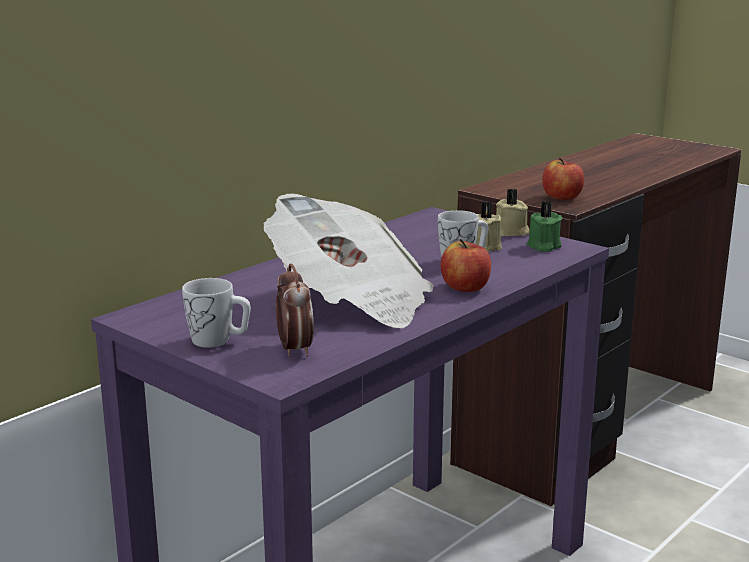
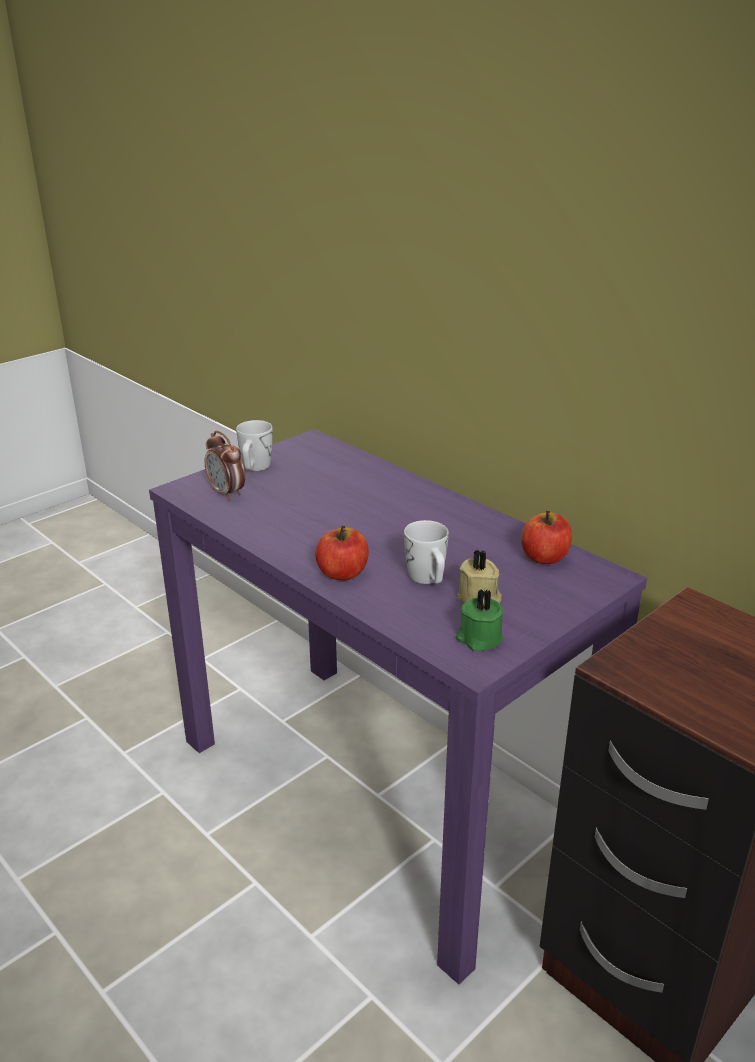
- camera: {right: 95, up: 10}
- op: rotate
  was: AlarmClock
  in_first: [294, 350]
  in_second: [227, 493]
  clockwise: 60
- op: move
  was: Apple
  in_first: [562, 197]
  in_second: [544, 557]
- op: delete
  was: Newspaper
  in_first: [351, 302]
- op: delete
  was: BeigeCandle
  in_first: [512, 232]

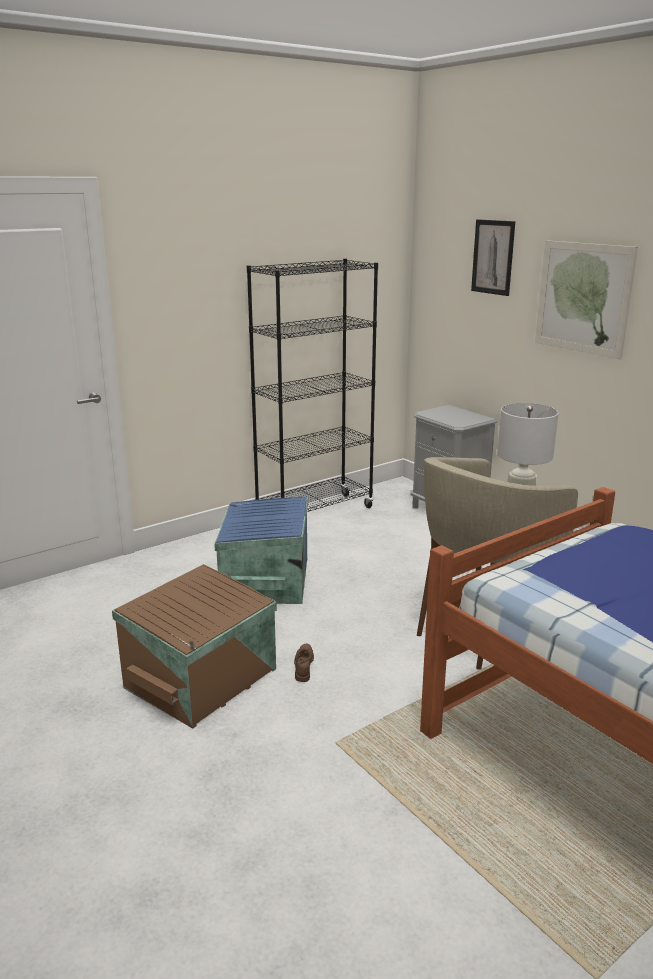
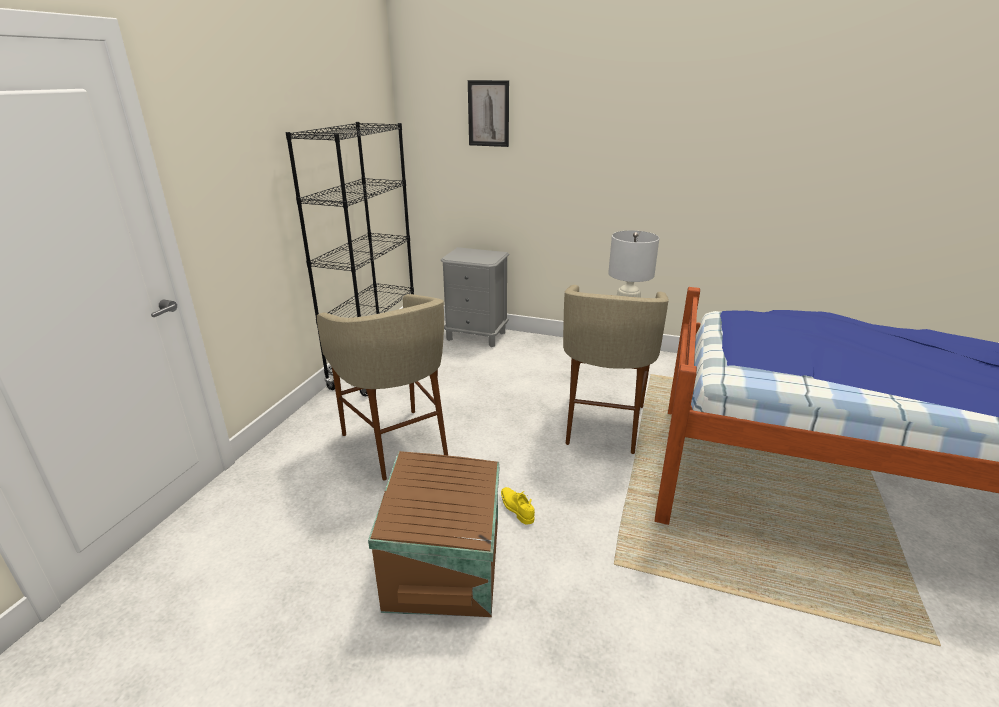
- camera: {right: -35, up: 5}
- op: replace
  was: BlueStorageBox
  now: BeigeStool
  in_first: [264, 580]
  in_second: [397, 444]
- op: recolor
  was: BrownShoe
  now: YellowShoe
  in_first: [304, 666]
  in_second: [516, 509]
- op: delete
  was: Picture
  in_first: [583, 298]

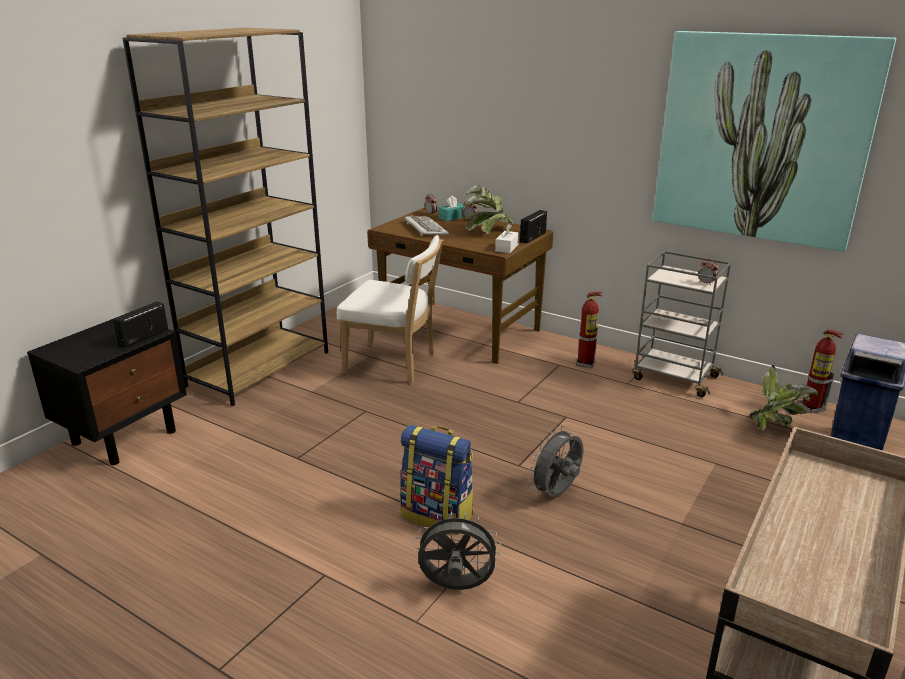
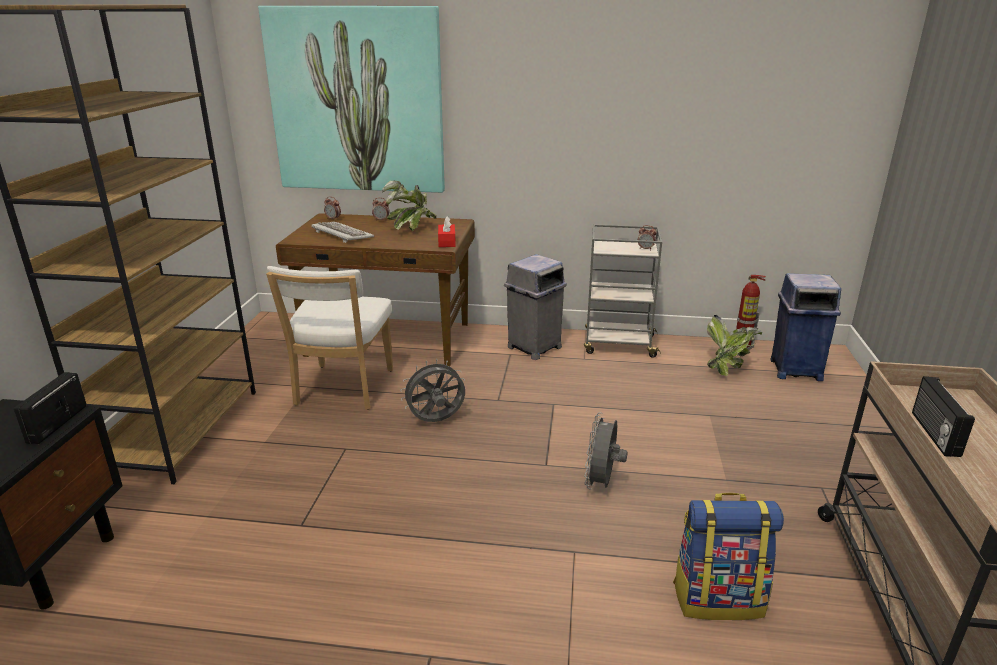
- camera: {right: -25, up: 0}
- op: move
  was: Picture
  in_first: [762, 138]
  in_second: [357, 101]
- op: rotate
  was: WhiteChair
  in_first: [394, 364]
  in_second: [342, 390]
  clockwise: 105
- op: move
  was: GreyFan
  in_first: [456, 587]
  in_second: [436, 421]
- op: recolor
  was: WhiteTissueBox
  now: RedTissueBox
  in_first: [507, 248]
  in_second: [447, 242]
- op: replace
  was: FireExtinguisher
  now: GreyTrashCan
  in_first: [586, 363]
  in_second: [533, 348]
- op: move
  was: Backpack
  in_first: [438, 515]
  in_second: [718, 598]
- op: move
  was: Radio
  in_first: [532, 237]
  in_second: [933, 433]
- op: delete
  was: TurquoiseTissueBox
  in_first: [452, 217]

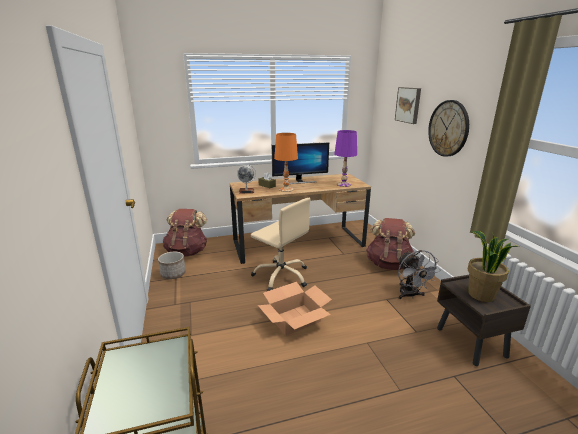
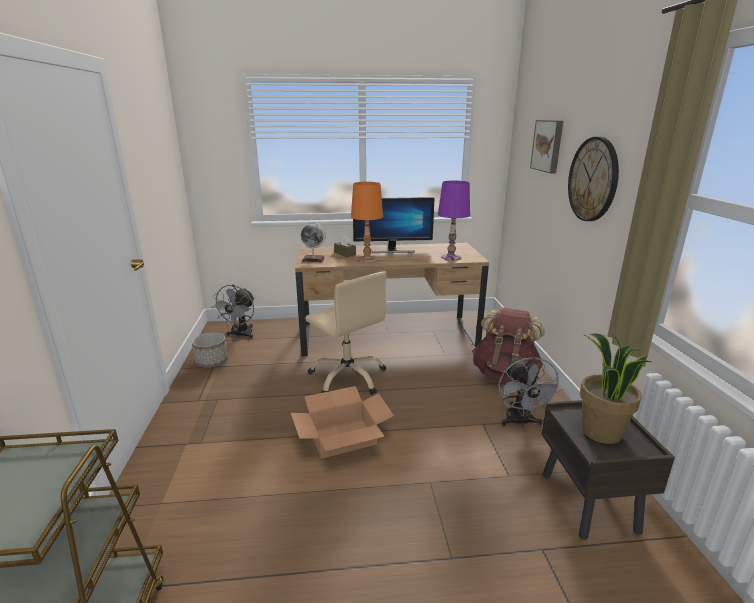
- camera: {right: 10, up: 0}
- op: replace
  was: BrownBackpack
  now: GreyFan
  in_first: [187, 252]
  in_second: [240, 335]

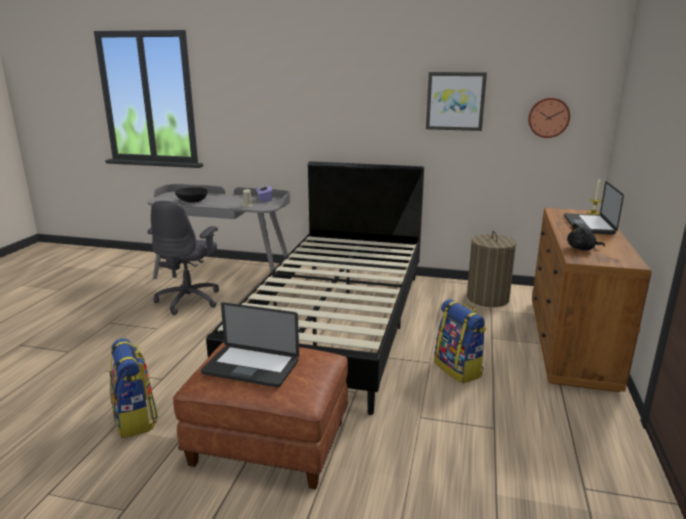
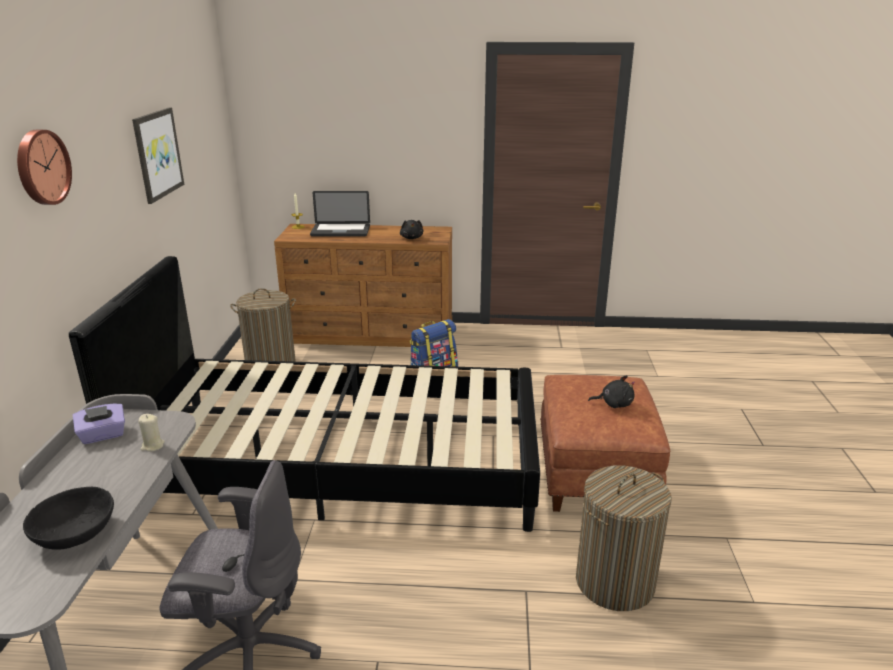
- camera: {right: -100, up: 5}
- op: move
  was: WallClock
  in_first: [548, 117]
  in_second: [41, 167]
- op: replace
  was: Backpack
  now: LaundryBasket
  in_first: [136, 419]
  in_second: [615, 582]
- op: replace
  was: Laptop
  now: BlackPlushToy
  in_first: [251, 367]
  in_second: [614, 404]

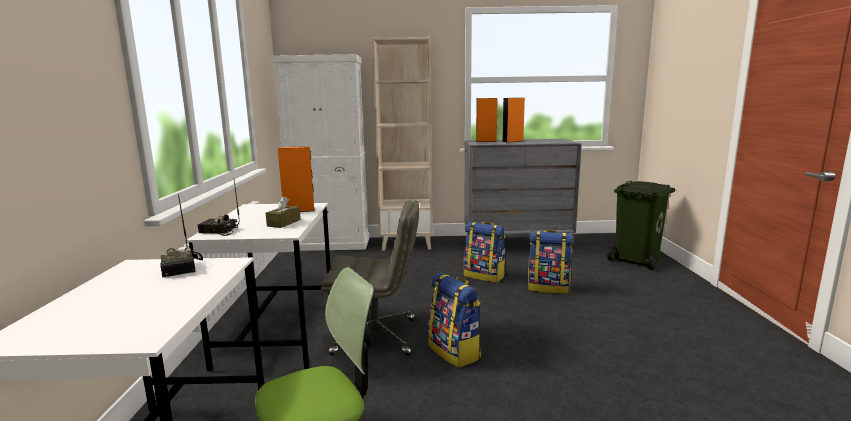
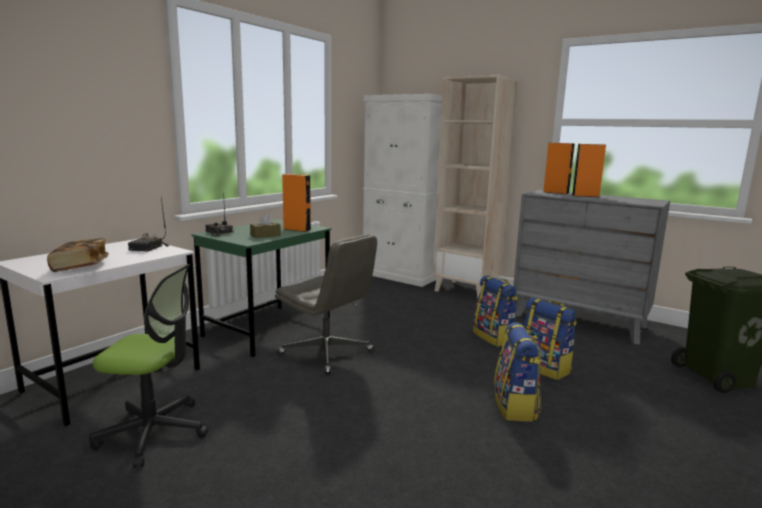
- camera: {right: 35, up: 0}
- op: insert
  now: Book
  in_second: [80, 267]
- op: recolor
  was: WhiteDesk
  now: GreenDesk
  in_first: [277, 335]
  in_second: [267, 329]
- op: move
  was: Backpack
  in_first: [455, 352]
  in_second: [516, 407]

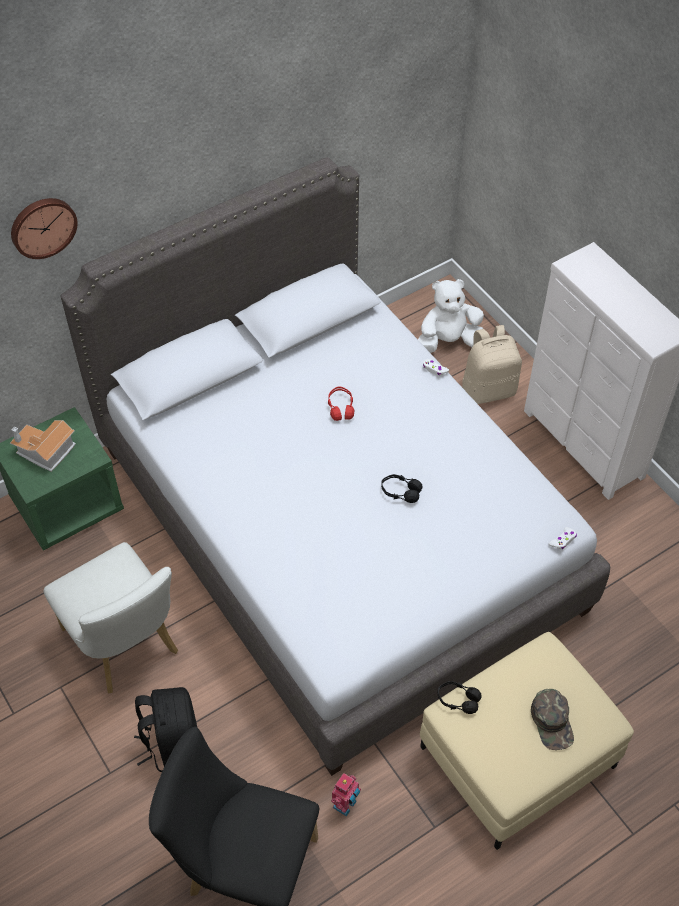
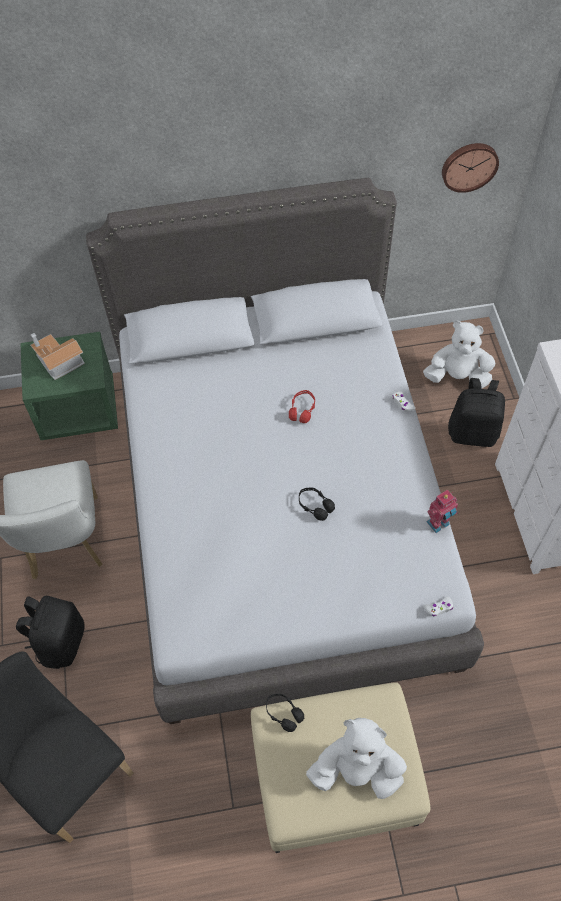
- camera: {right: 25, up: 5}
- op: replace
  was: GreenCap
  now: WhitePlushToy
  in_first: [552, 722]
  in_second: [357, 770]
- op: move
  was: ToyRobot
  in_first: [346, 805]
  in_second: [439, 524]
- op: move
  was: WallClock
  in_first: [42, 226]
  in_second: [469, 166]
- op: recolor
  was: BeigeBackpack
  now: BlackBackpack
  in_first: [489, 388]
  in_second: [473, 432]

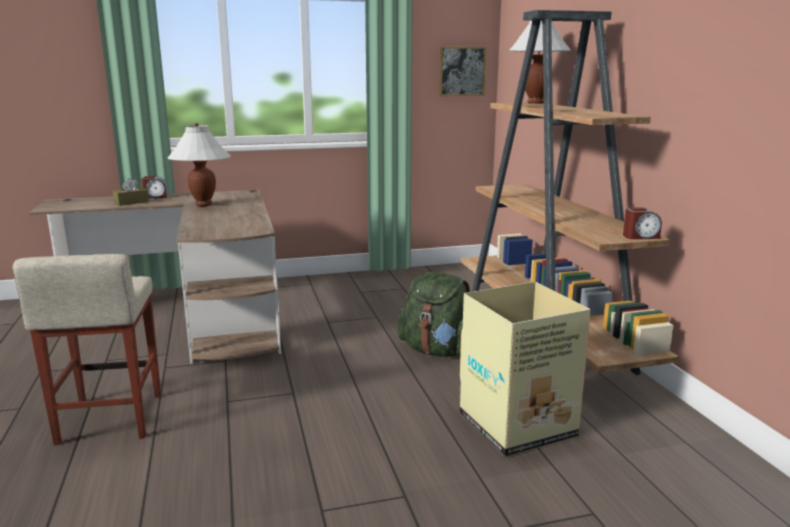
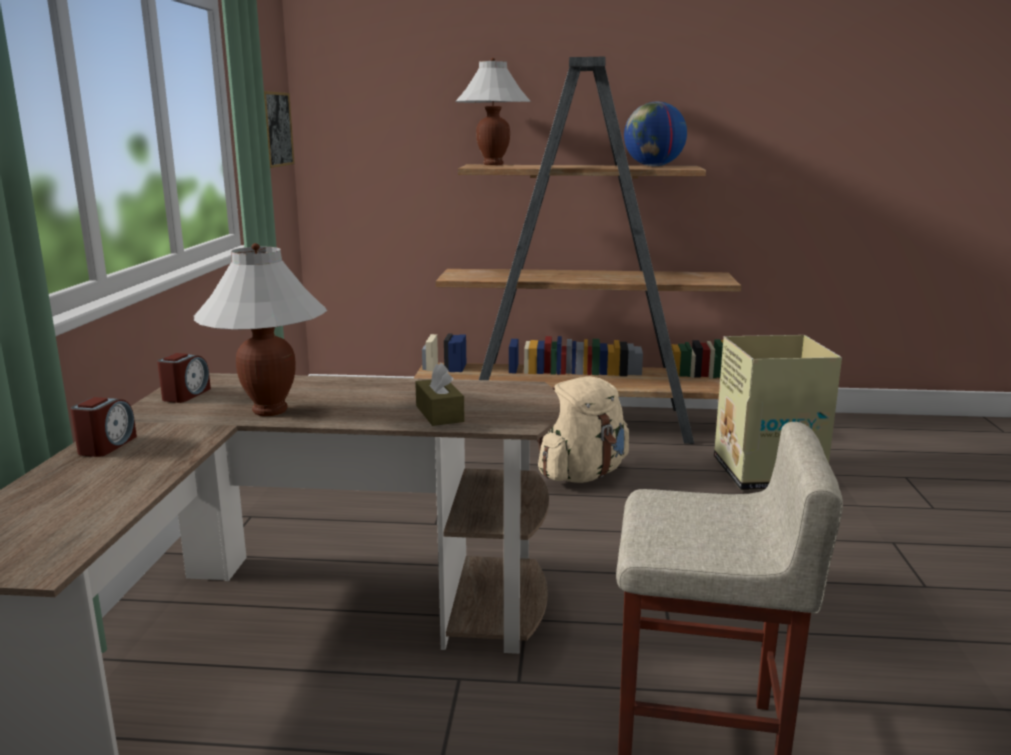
- camera: {right: -70, up: 0}
- op: move
  was: AlarmClock
  in_first: [640, 236]
  in_second: [186, 395]
- op: move
  was: BrownTissueBox
  in_first: [131, 202]
  in_second: [439, 414]
- op: recolor
  was: GreenBackpack
  now: BeigeBackpack
  in_first: [437, 351]
  in_second: [582, 475]
- op: insert
  now: Globe
  in_second: [653, 166]

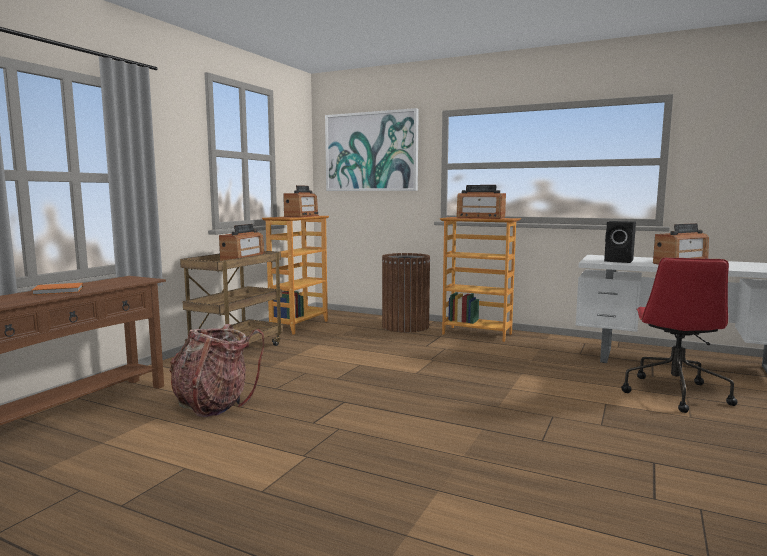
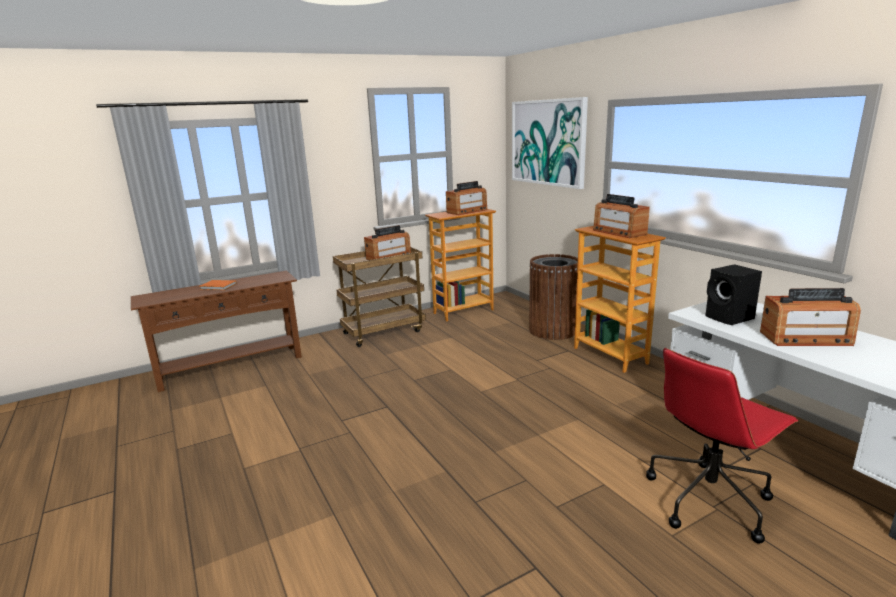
- camera: {right: 35, up: 10}
- op: delete
  was: Backpack
  in_first: [214, 404]

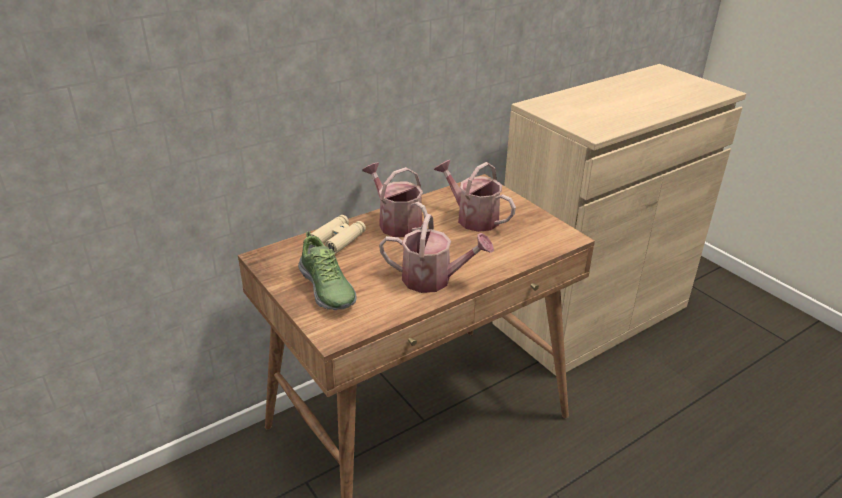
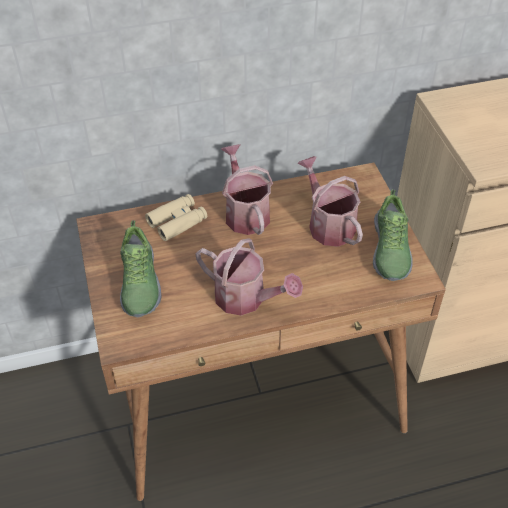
- camera: {right: 20, up: 15}
- op: insert
  now: Shoe
  in_second: [389, 250]

